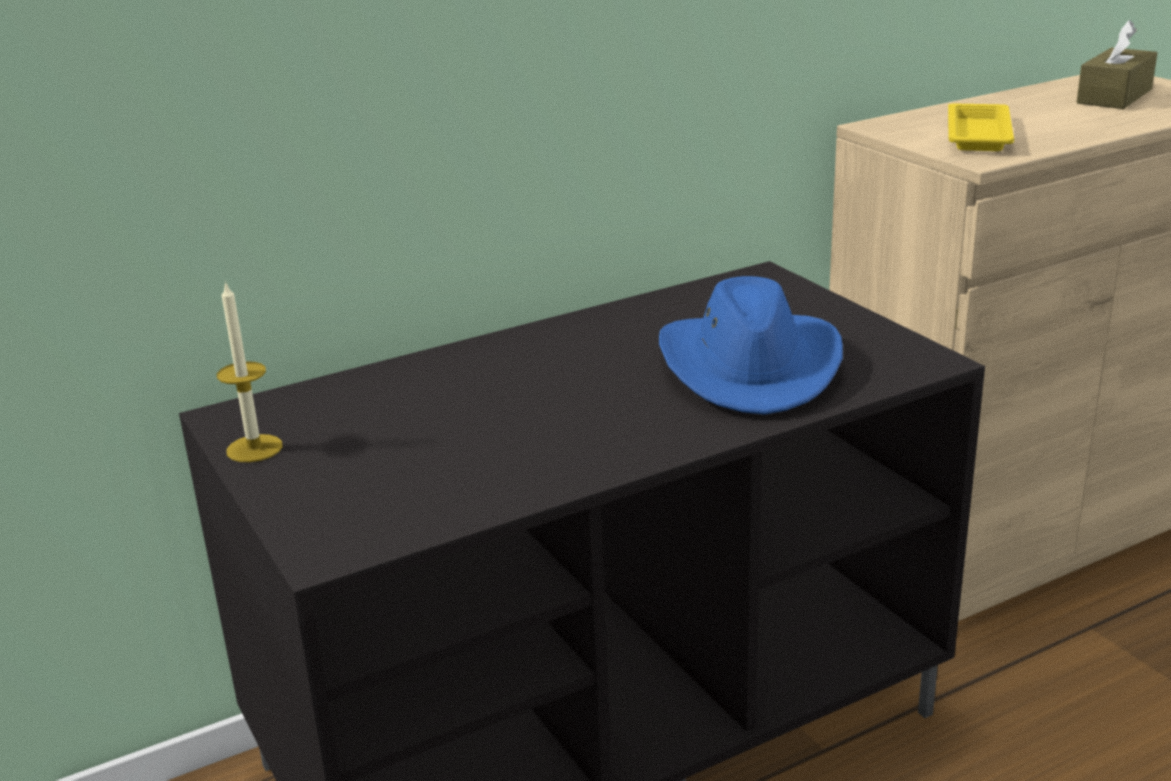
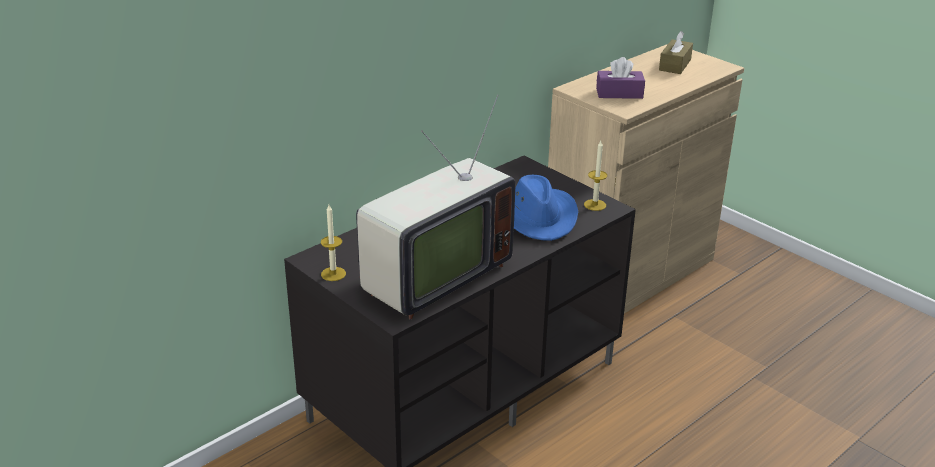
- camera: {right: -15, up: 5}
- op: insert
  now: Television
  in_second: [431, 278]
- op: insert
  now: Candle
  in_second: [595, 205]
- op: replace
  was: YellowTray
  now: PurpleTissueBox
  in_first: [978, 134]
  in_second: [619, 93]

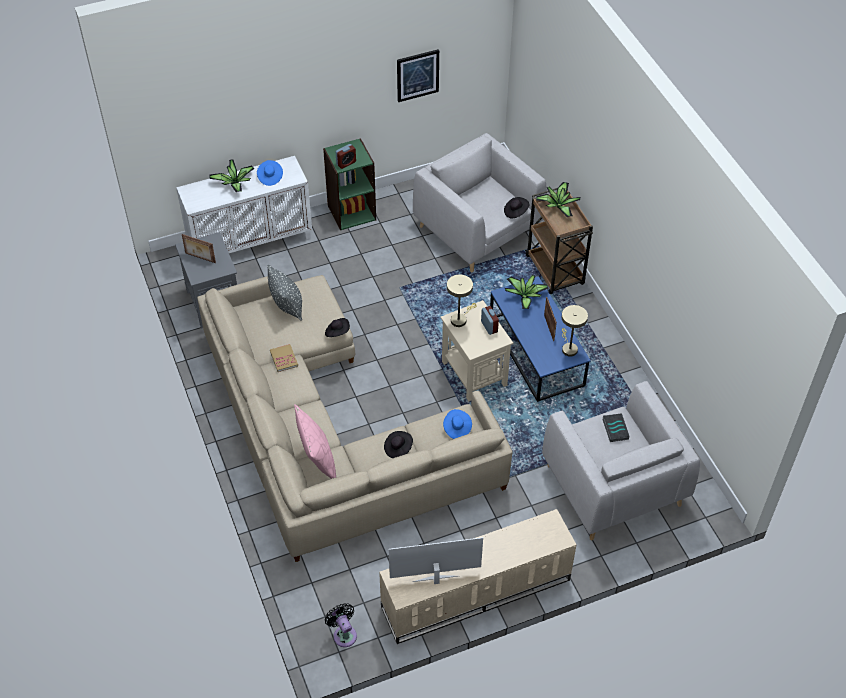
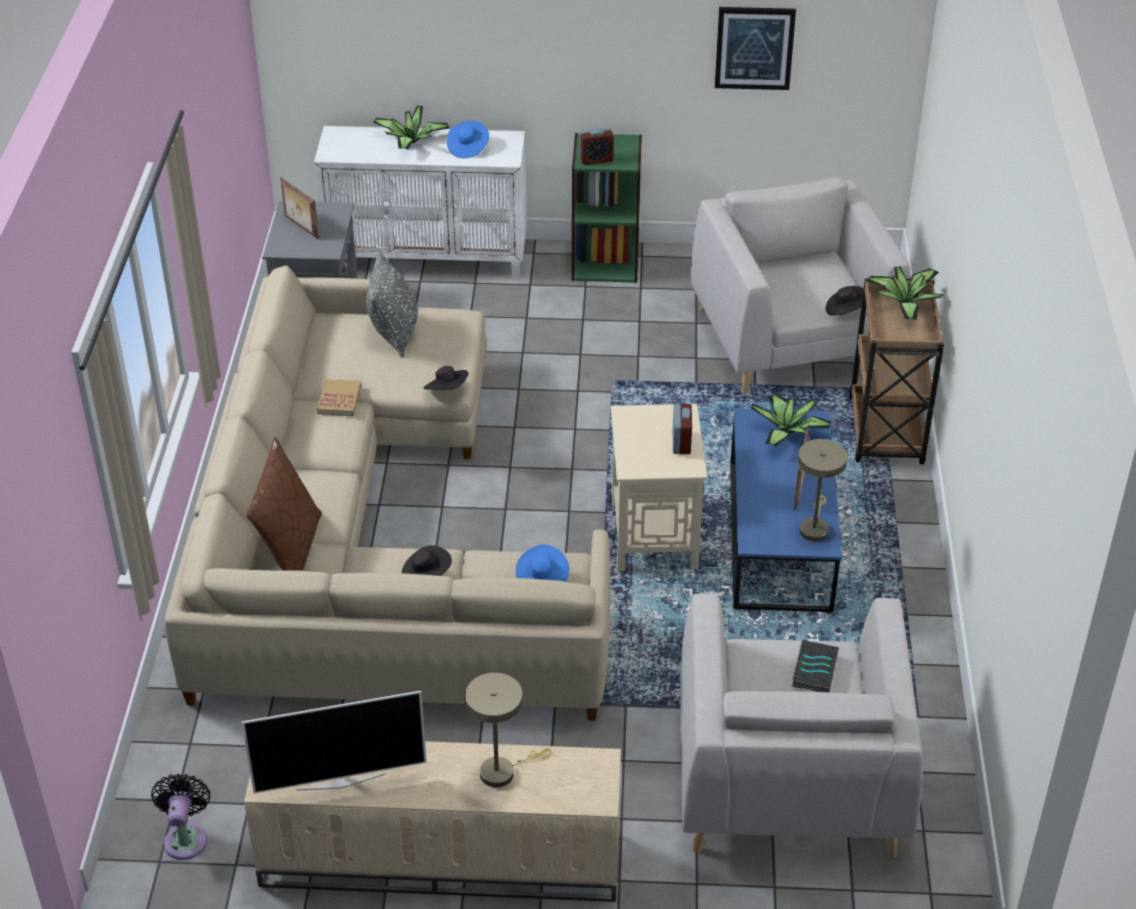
- camera: {right: 25, up: -10}
- op: rotate
  was: Television
  in_first: [436, 579]
  in_second: [340, 781]
  clockwise: 150
- op: recolor
  was: PinkPillow
  now: BrownPillow
  in_first: [317, 459]
  in_second: [290, 550]
- op: move
  was: BeigeTableLamp
  in_first: [460, 319]
  in_second: [502, 771]

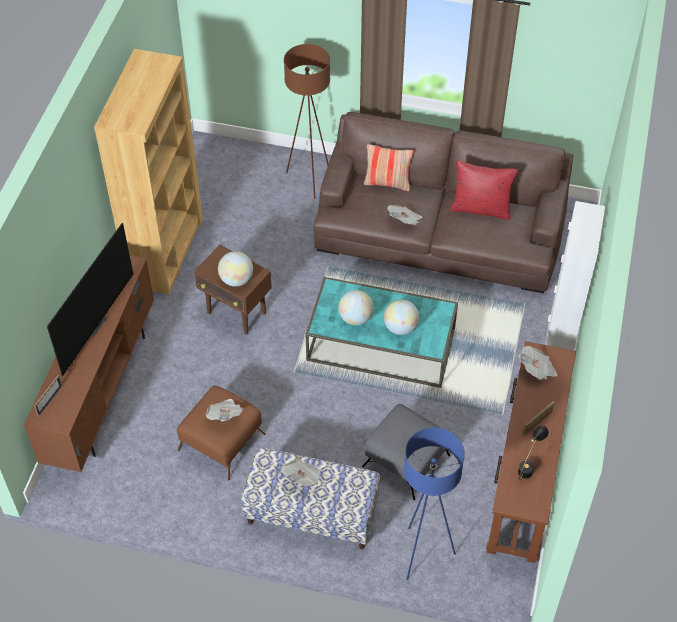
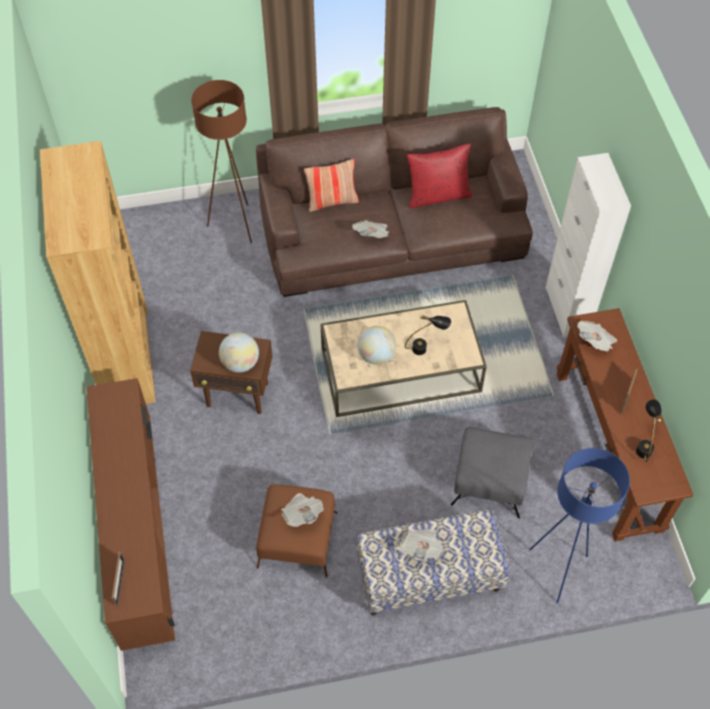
- camera: {right: -25, up: 5}
- op: recolor
  was: TurquoiseCoffeeTable
  now: BeigeCoffeeTable
  in_first: [381, 344]
  in_second: [400, 370]
- op: replace
  was: Globe
  now: BlackTableLamp
  in_first: [400, 327]
  in_second: [426, 348]
- op: delete
  was: Television
  in_first: [93, 324]

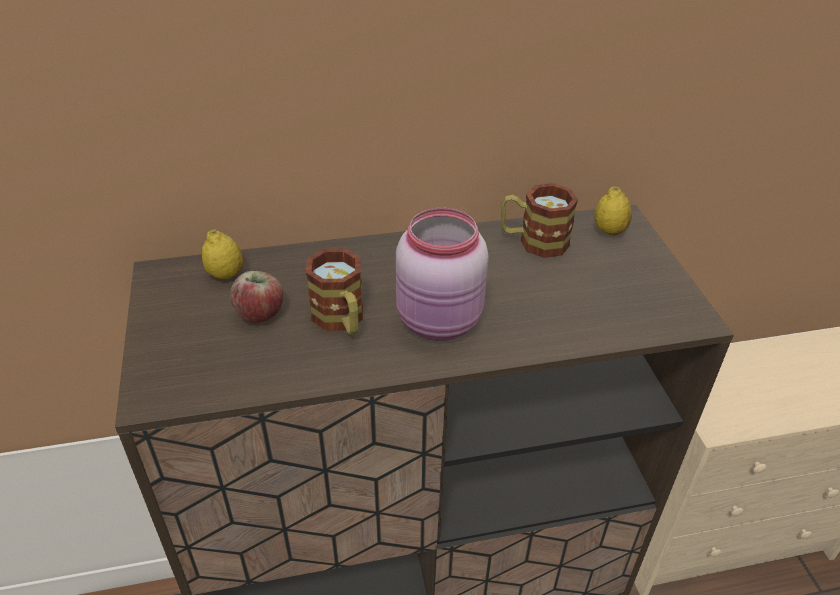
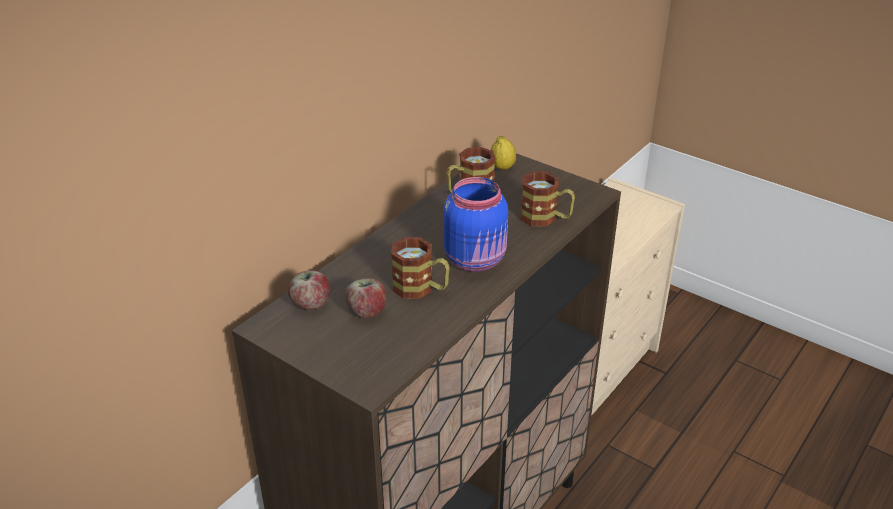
- camera: {right: -40, up: -5}
- op: replace
  was: Lemon
  now: Apple
  in_first: [226, 275]
  in_second: [310, 303]
- op: recolor
  was: PinkJar
  now: BlueJar
  in_first: [440, 322]
  in_second: [476, 260]
- op: insert
  now: Mug
  in_second: [546, 218]

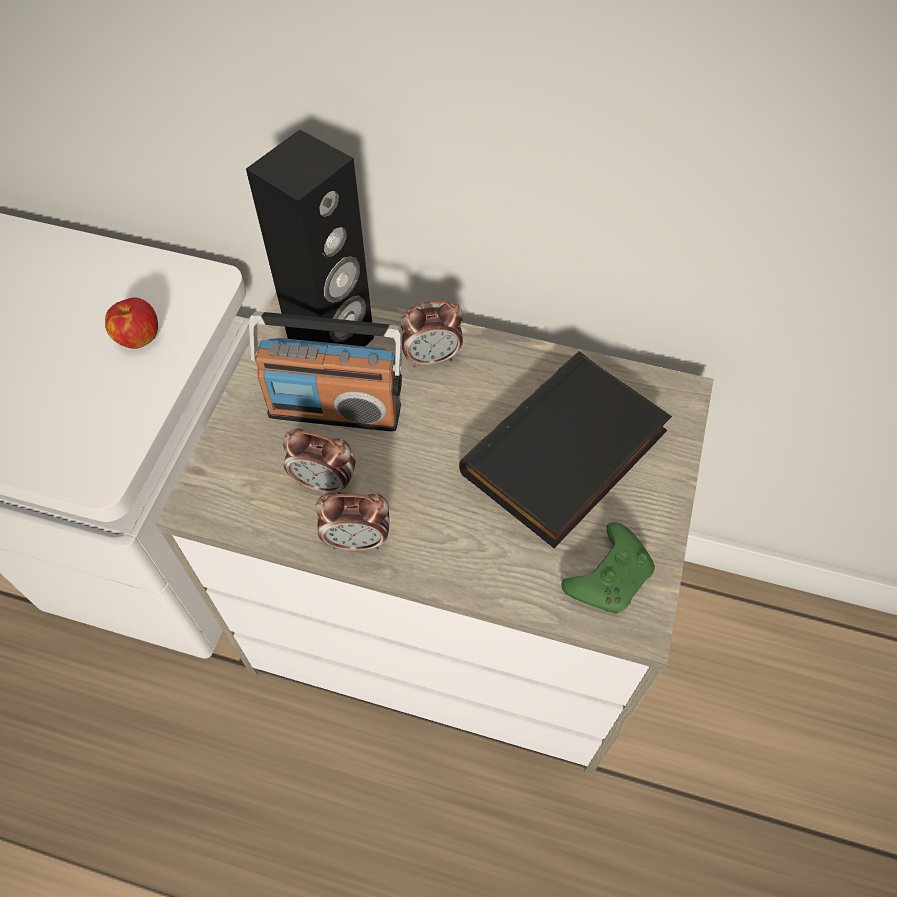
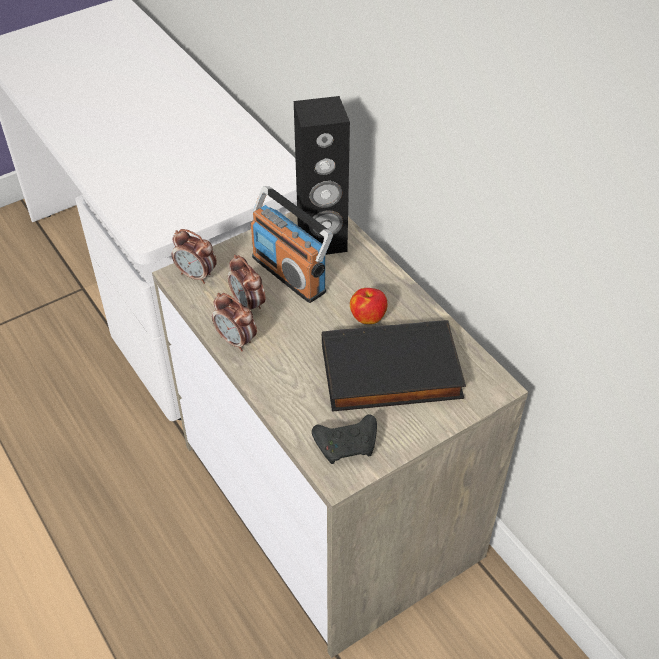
- camera: {right: 40, up: -10}
- op: move
  was: AlarmClock
  in_first: [432, 358]
  in_second: [196, 275]
- op: recolor
  was: GreenGameController
  now: BlackGameController
  in_first: [609, 576]
  in_second: [347, 445]
- op: move
  was: Apple
  in_first: [138, 337]
  in_second: [368, 317]

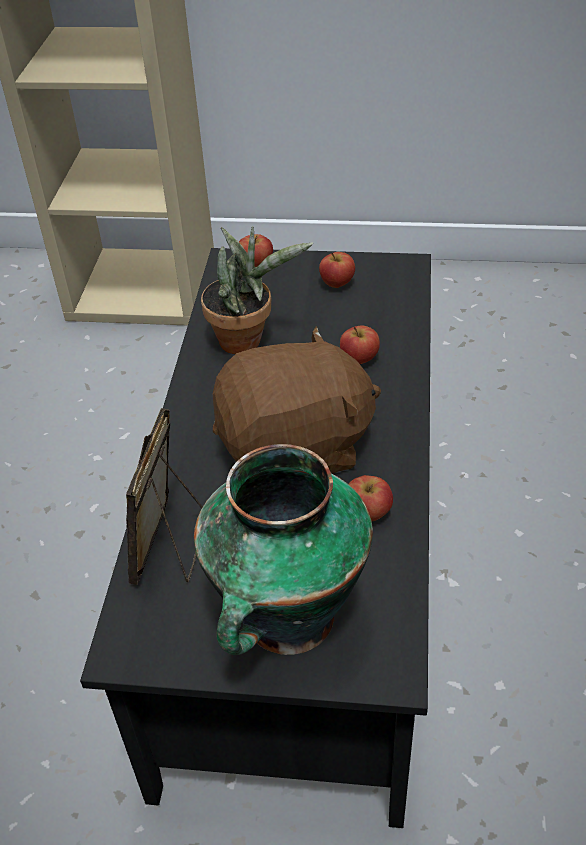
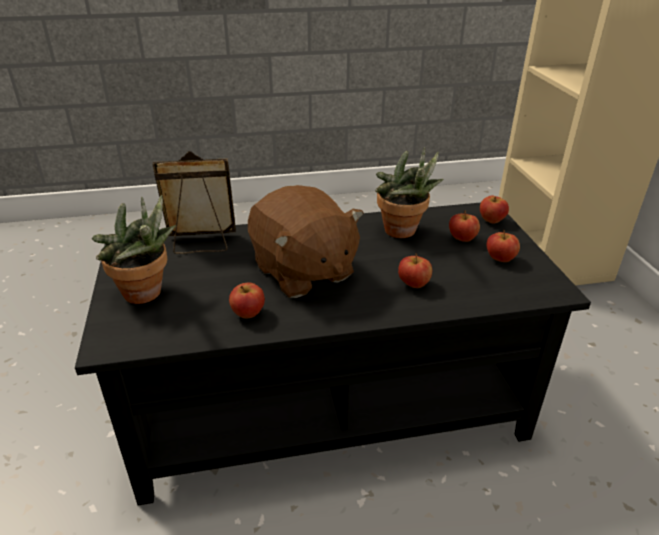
- camera: {right: 70, up: -10}
- op: replace
  was: Vase
  now: PottedPlant
  in_first: [287, 621]
  in_second: [147, 295]
- op: insert
  now: Apple
  in_second: [462, 239]

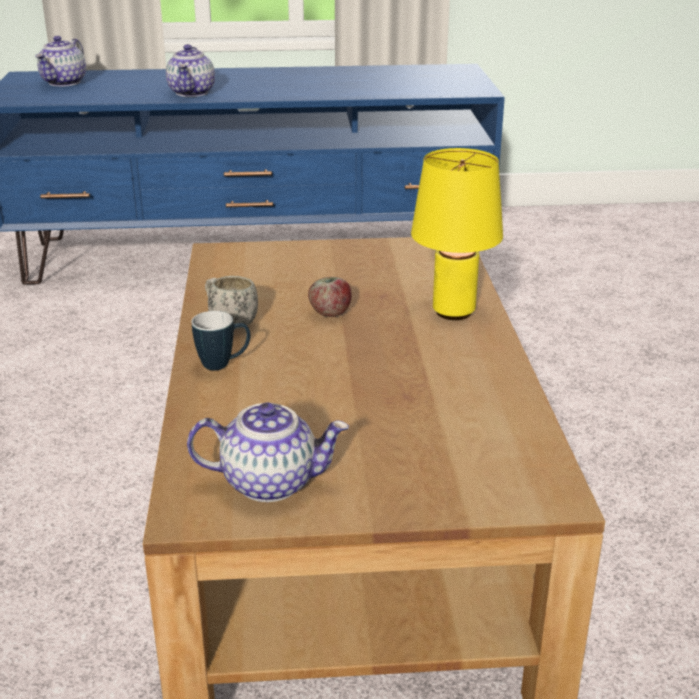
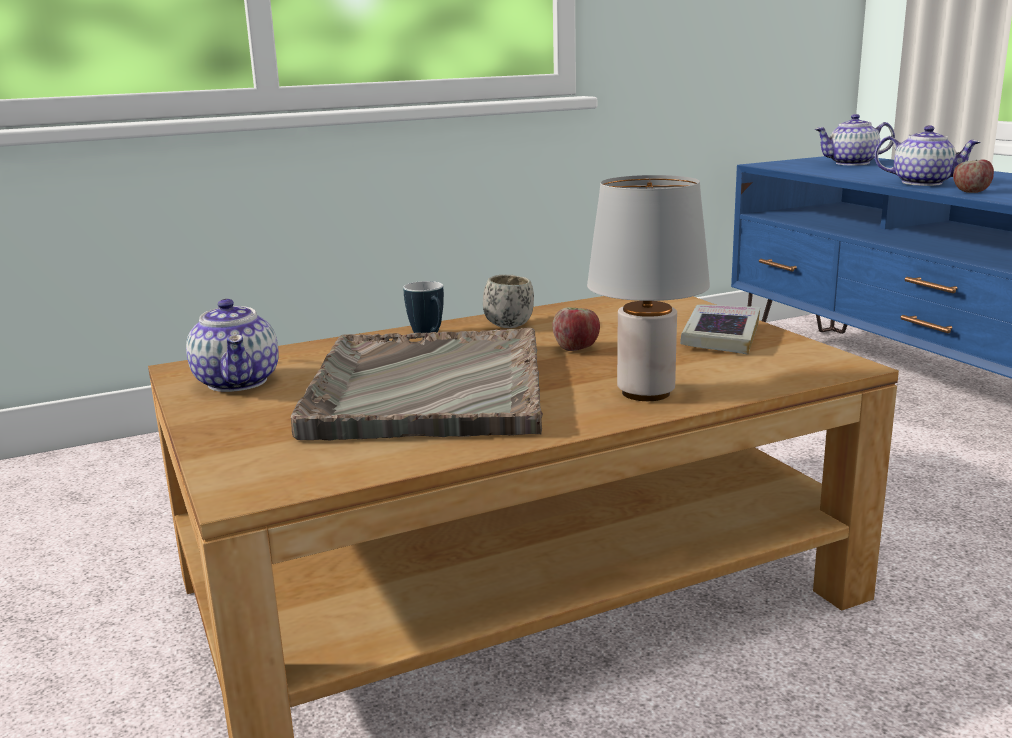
- camera: {right: 70, up: -10}
- op: insert
  now: GreyTray
  in_second: [428, 388]
- op: recolor
  was: YellowTableLamp
  now: GreyTableLamp
  in_first: [453, 312]
  in_second: [644, 393]
- op: insert
  now: Book
  in_second: [720, 337]
- op: rotate
  was: Teapot
  in_first: [192, 93]
  in_second: [923, 183]
  clockwise: -135
- op: insert
  now: Apple
  in_second: [971, 191]

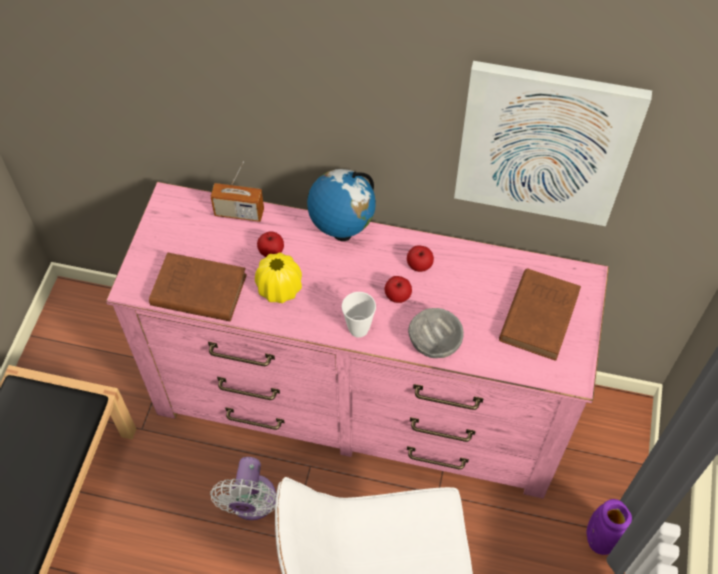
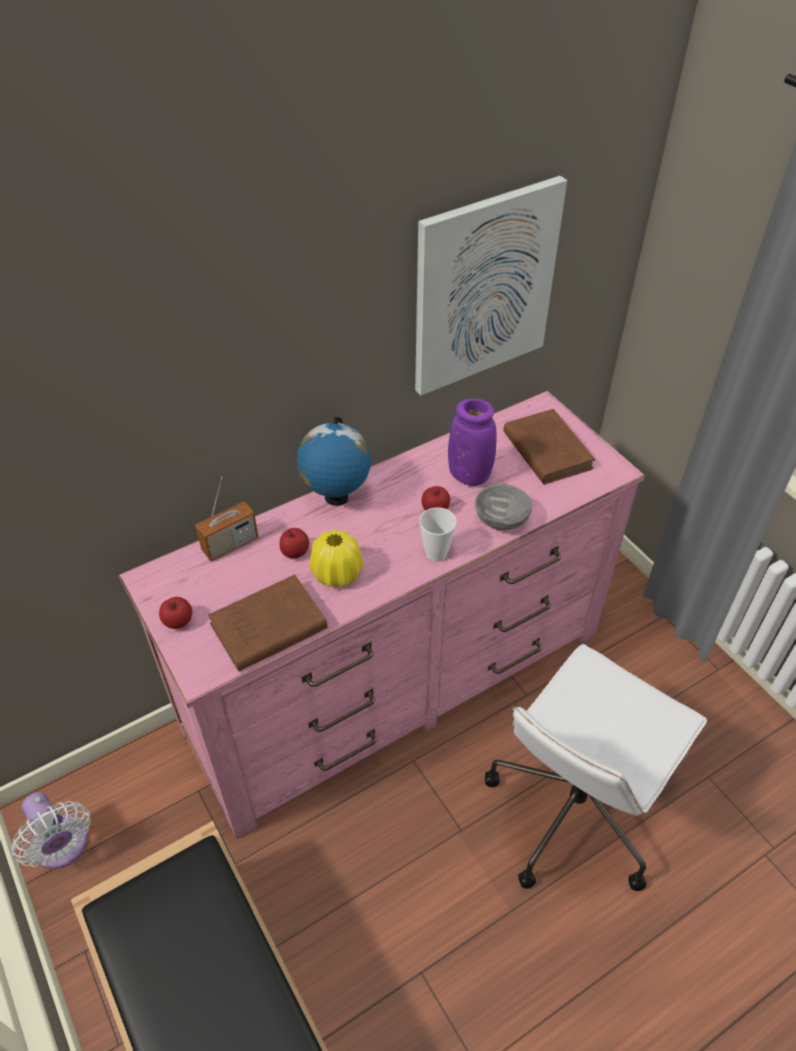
- camera: {right: -45, up: -10}
- op: move
  was: WhiteFan
  in_first: [251, 503]
  in_second: [63, 847]
- op: move
  was: Apple
  in_first: [419, 265]
  in_second: [178, 621]
- op: move
  was: PurpleVase
  in_first: [600, 539]
  in_second: [469, 475]

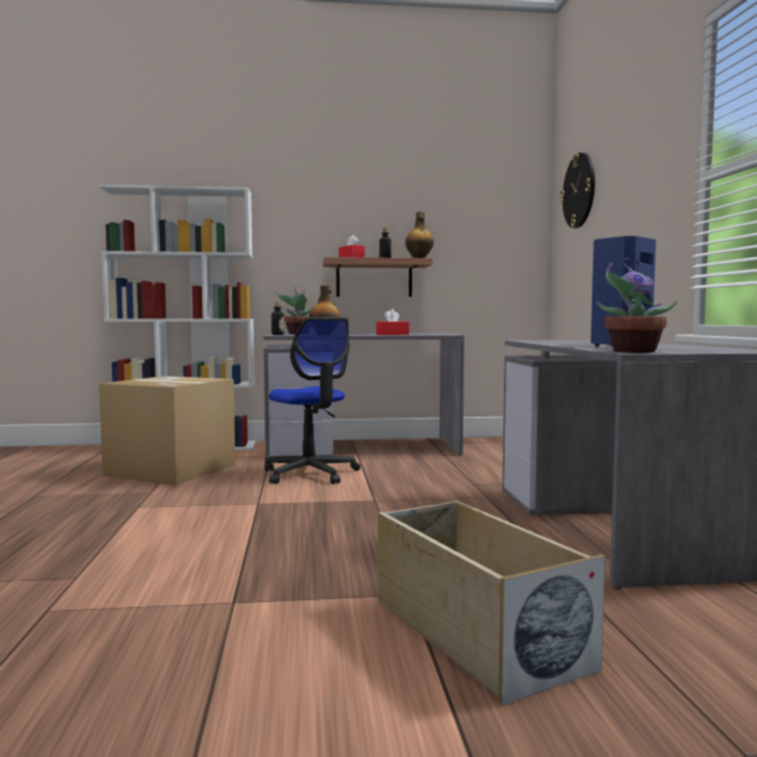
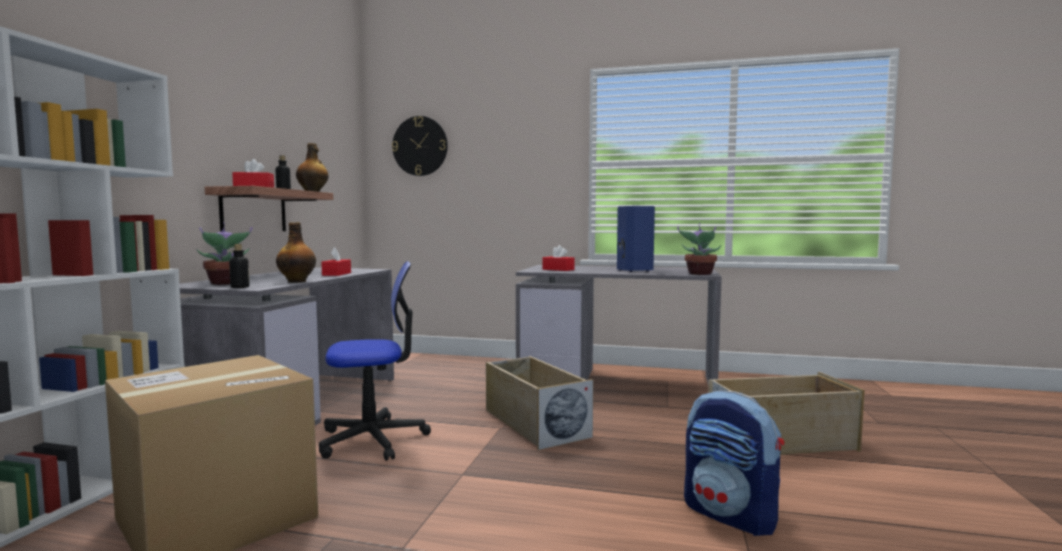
- camera: {right: -70, up: 0}
- op: insert
  now: BeigeStorageBox
  in_second: [534, 423]
- op: insert
  now: RedTissueBox
  in_second: [558, 269]
- op: insert
  now: Backpack
  in_second: [731, 515]

